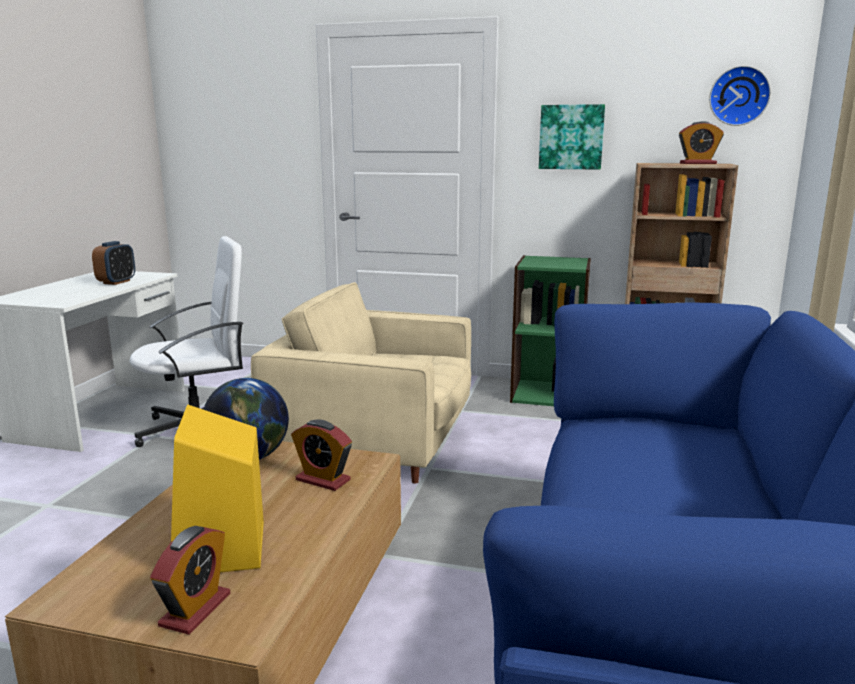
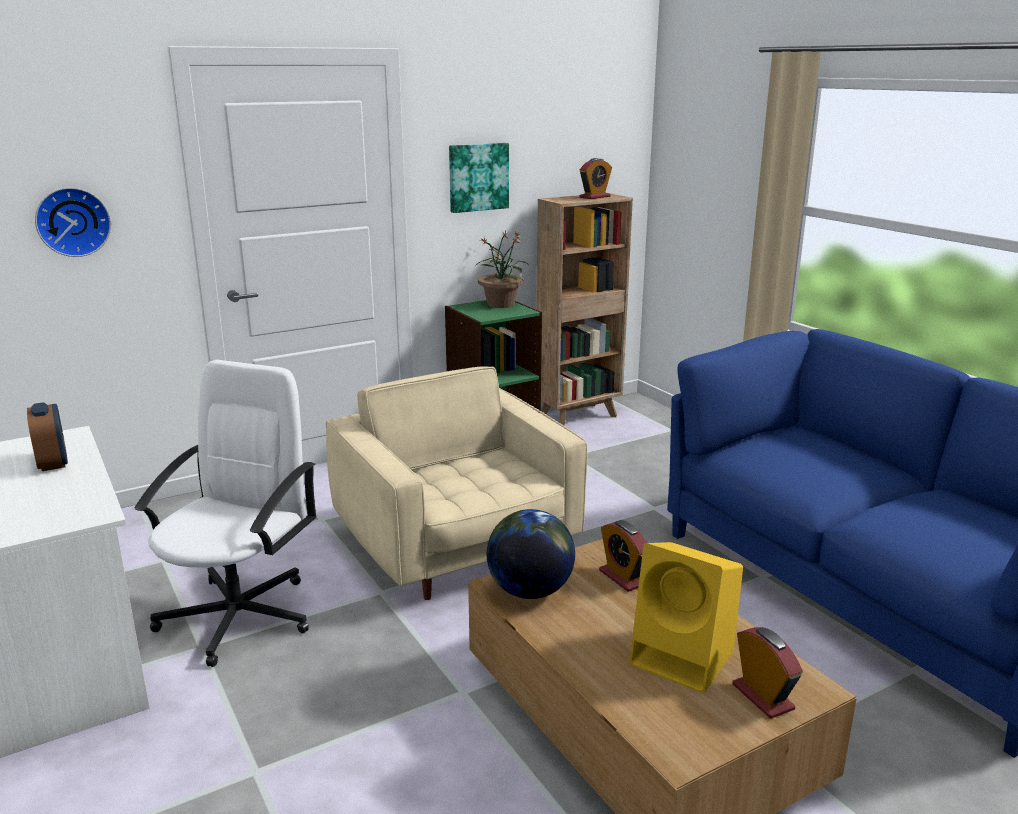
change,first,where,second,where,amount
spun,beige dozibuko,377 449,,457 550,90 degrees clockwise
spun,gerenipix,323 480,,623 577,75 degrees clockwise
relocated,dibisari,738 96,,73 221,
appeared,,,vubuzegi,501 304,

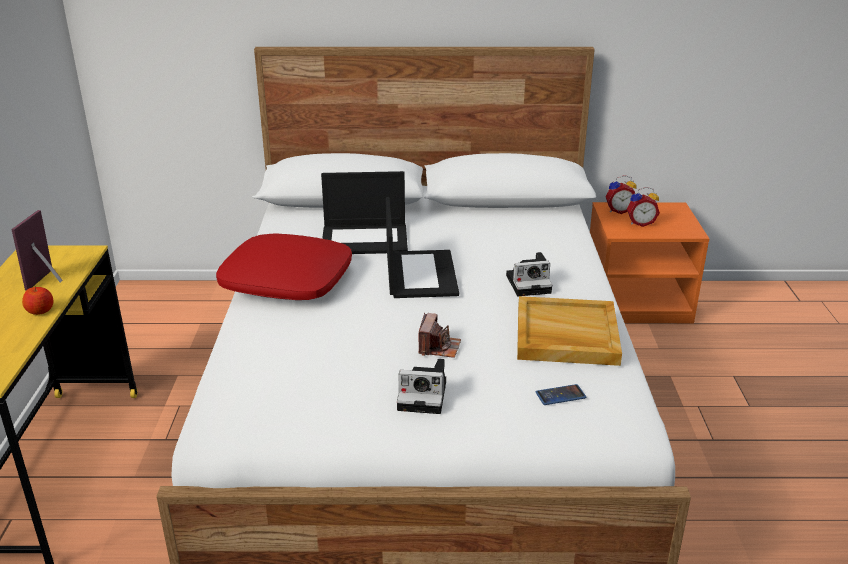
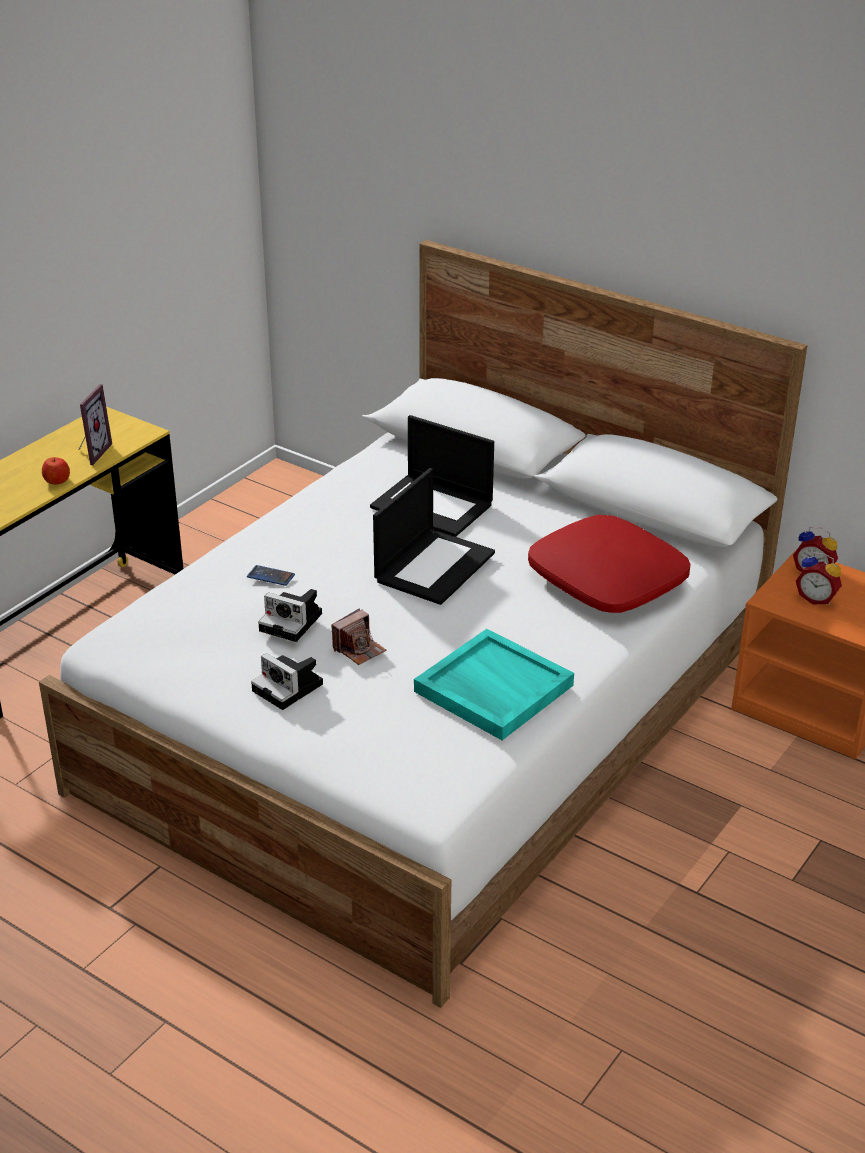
change,first,where,second,where,amount
spun,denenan,49 281,,90 452,150 degrees clockwise
relocated,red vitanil,287 281,,608 579,
relocated,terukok,530 283,,293 622,
colour,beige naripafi,565 335,turquoise naripafi,492 688,
relocated,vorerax,560 395,,271 576,

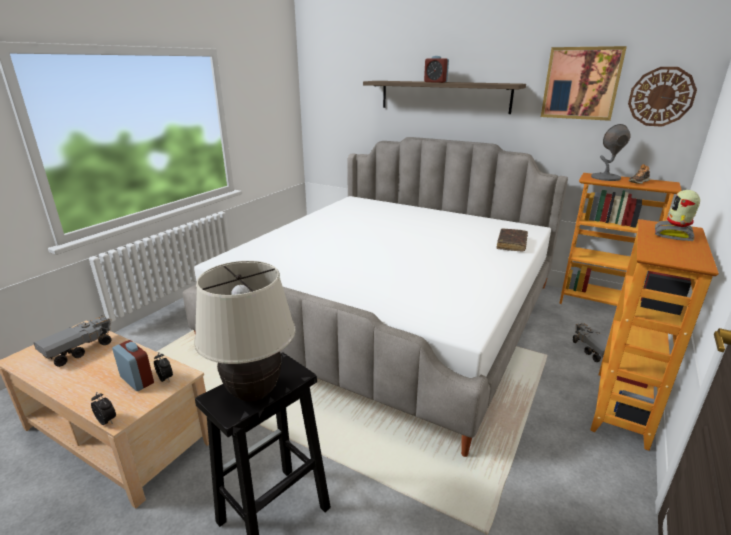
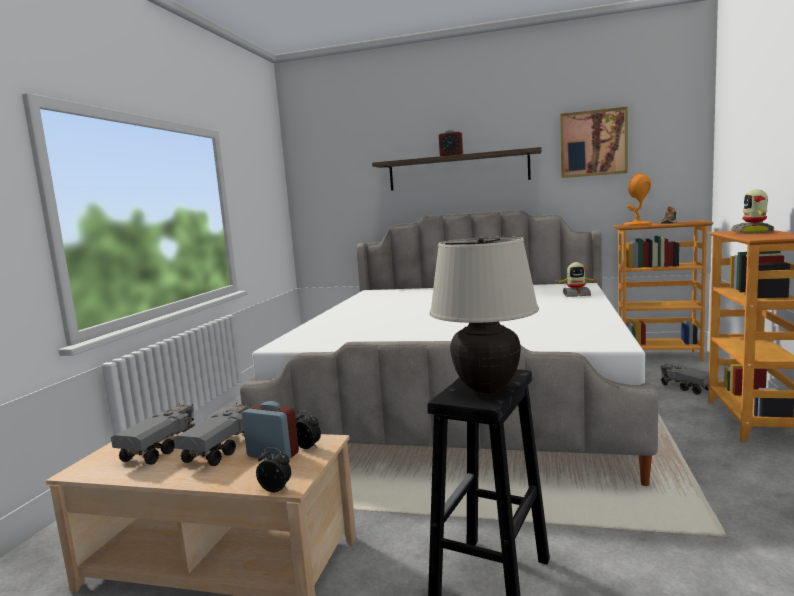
change,first,where,second,where,amount
exchanged,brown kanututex,511 244,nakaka,576 295,
colour,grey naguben,605 177,orange naguben,637 224,
missing,dibisari,661 97,,,
appeared,,,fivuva,221 450,

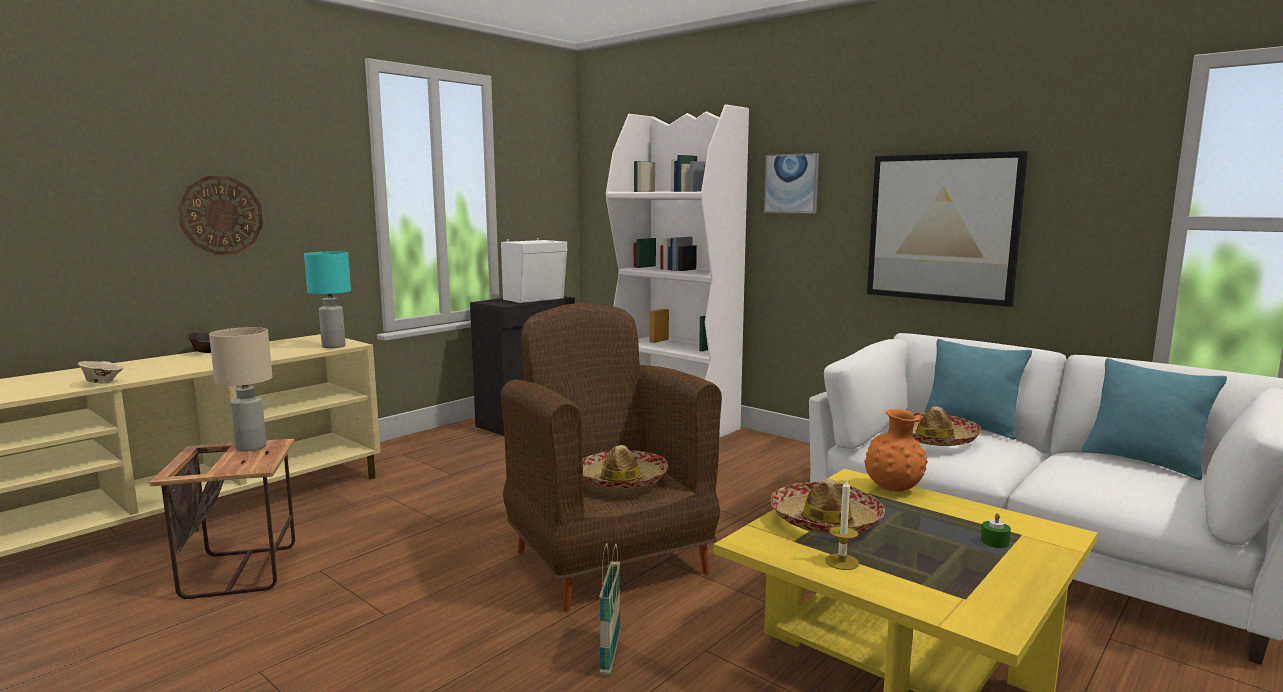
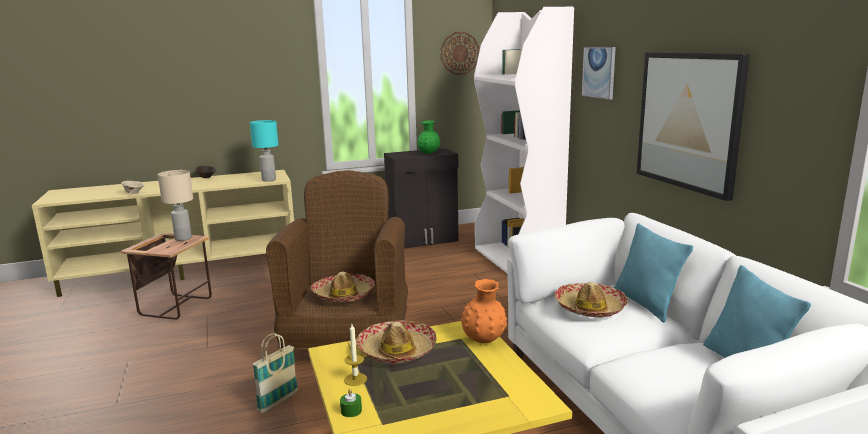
change,first,where,second,where,amount
relocated,dibisari,221 215,,459 53,
exchanged,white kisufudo,536 299,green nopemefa,428 153,
relocated,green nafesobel,994 542,,351 411,

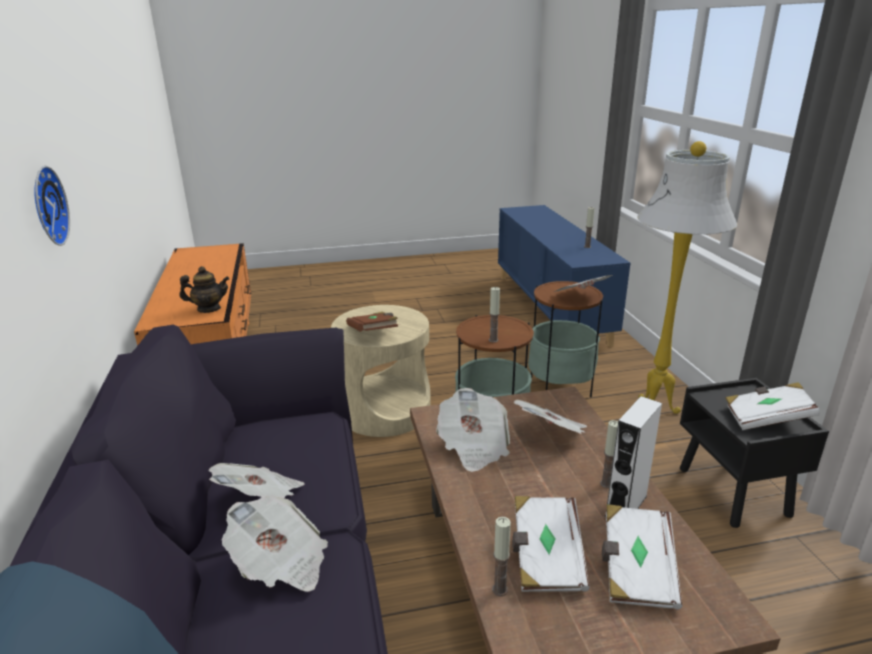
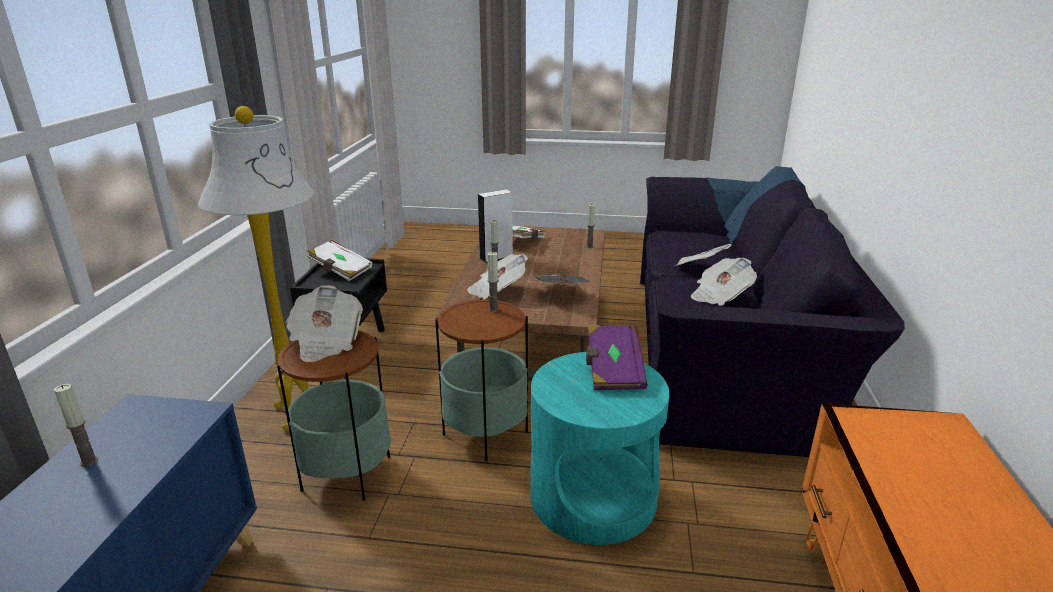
change,first,where,second,where,amount
missing,dibisari,46 206,,,
missing,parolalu,209 309,,,
colour,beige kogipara,385 410,turquoise kogipara,593 497,
colour,brown kanututex,373 333,purple kanututex,613 371,
missing,white kanututex,545 558,,,

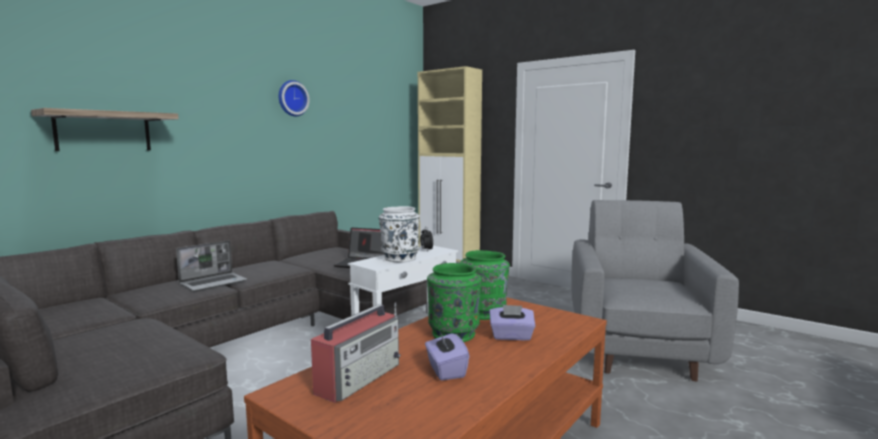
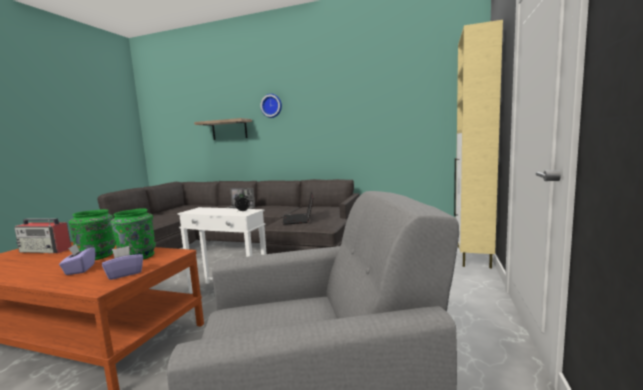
change,first,where,second,where,amount
relocated,dibisari,292 98,,272 106,
missing,white nopemefa,399 258,,,
relocated,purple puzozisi,445 370,,124 274,

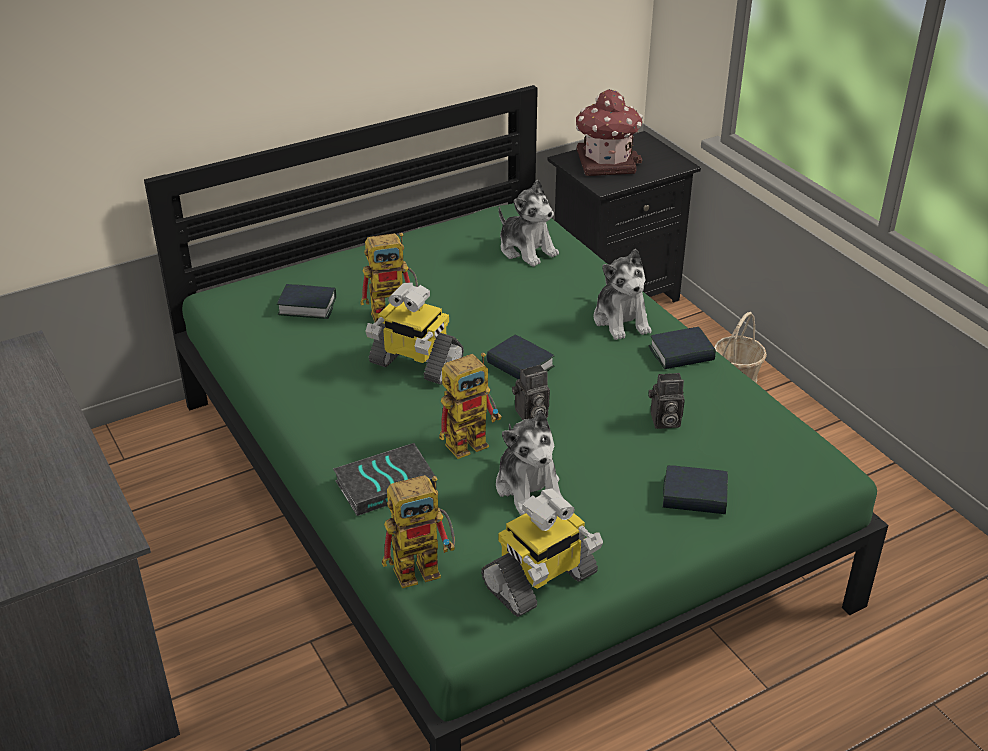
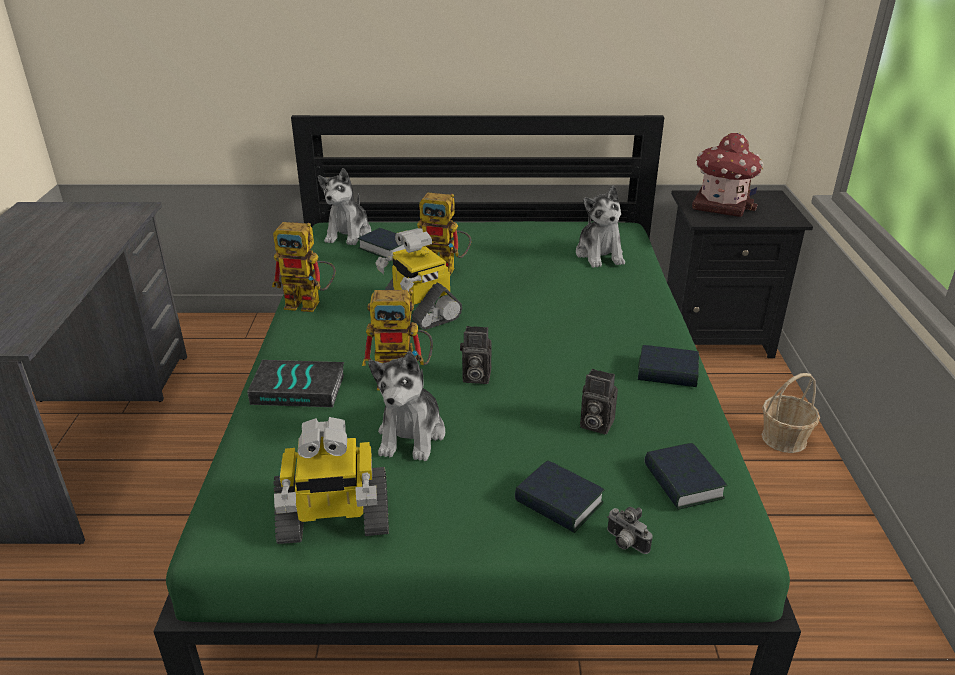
change,first,where,second,where,amount
relocated,nakaka,425 567,,310 304,
relocated,kanututex,520 365,,682 482,
relocated,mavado,621 320,,348 234,
appeared,,,terukok,625 543,

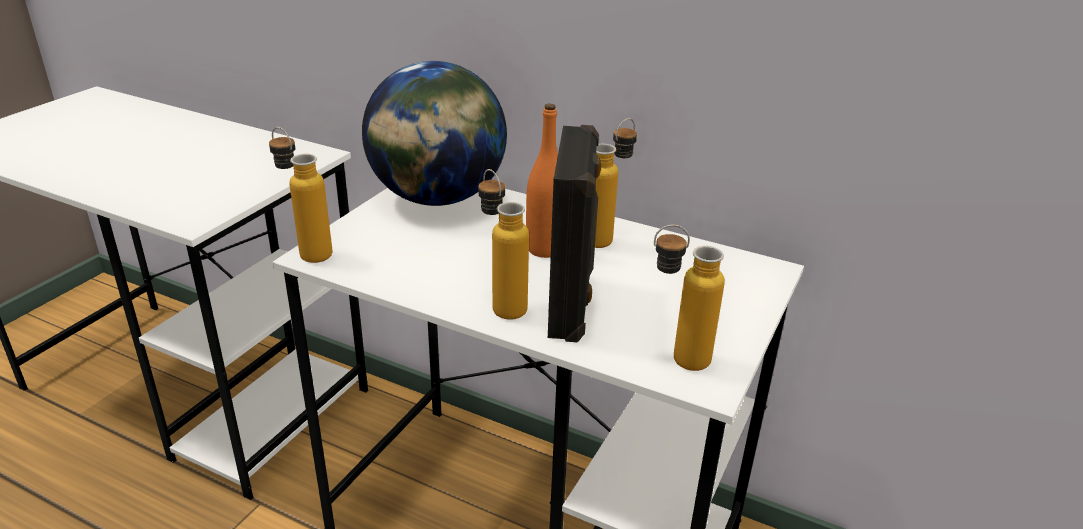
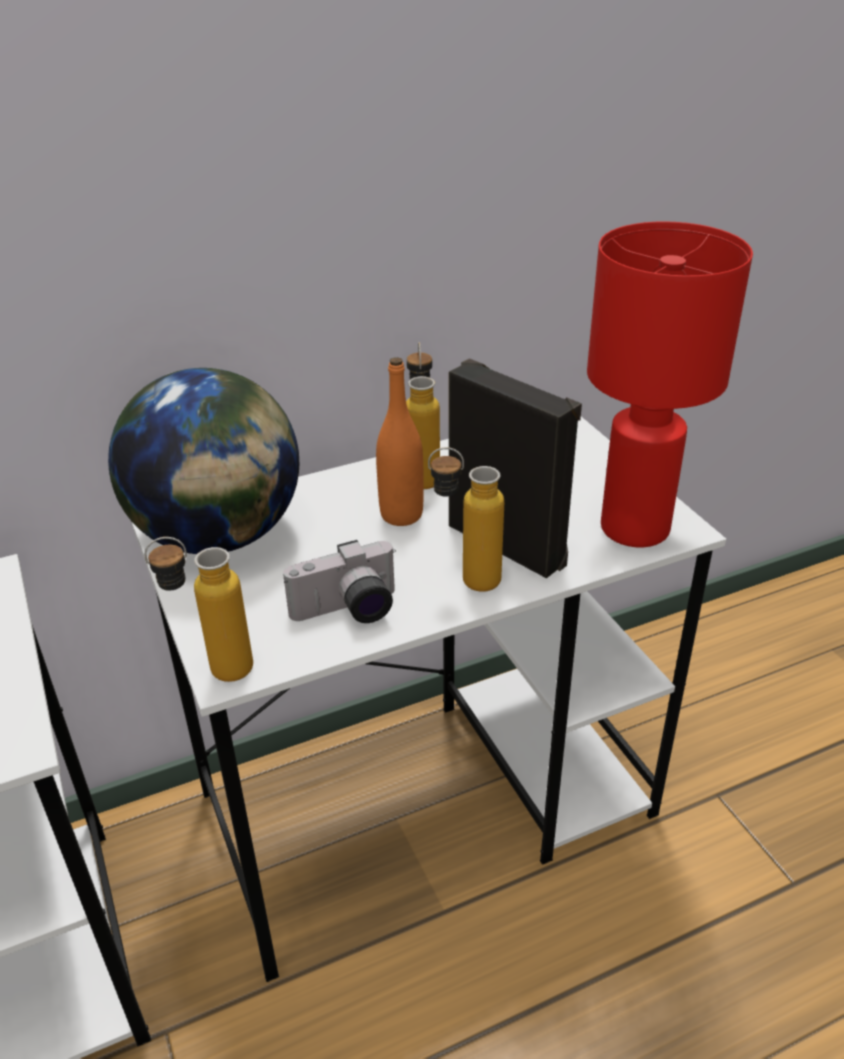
change,first,where,second,where,amount
exchanged,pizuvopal,675 360,red naguben,637 528,
appeared,,,terukok,348 611,

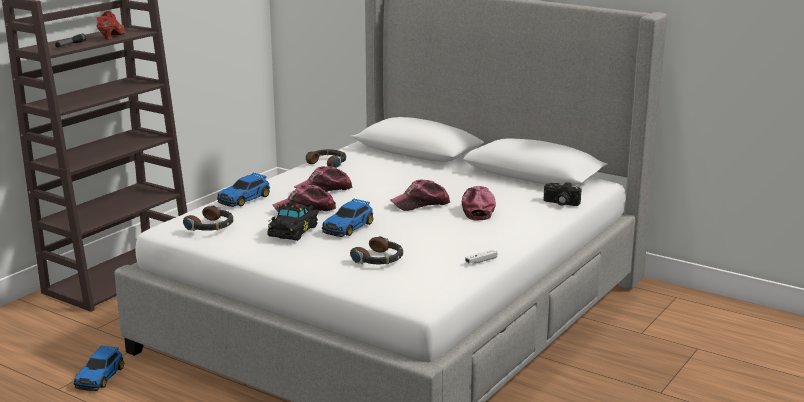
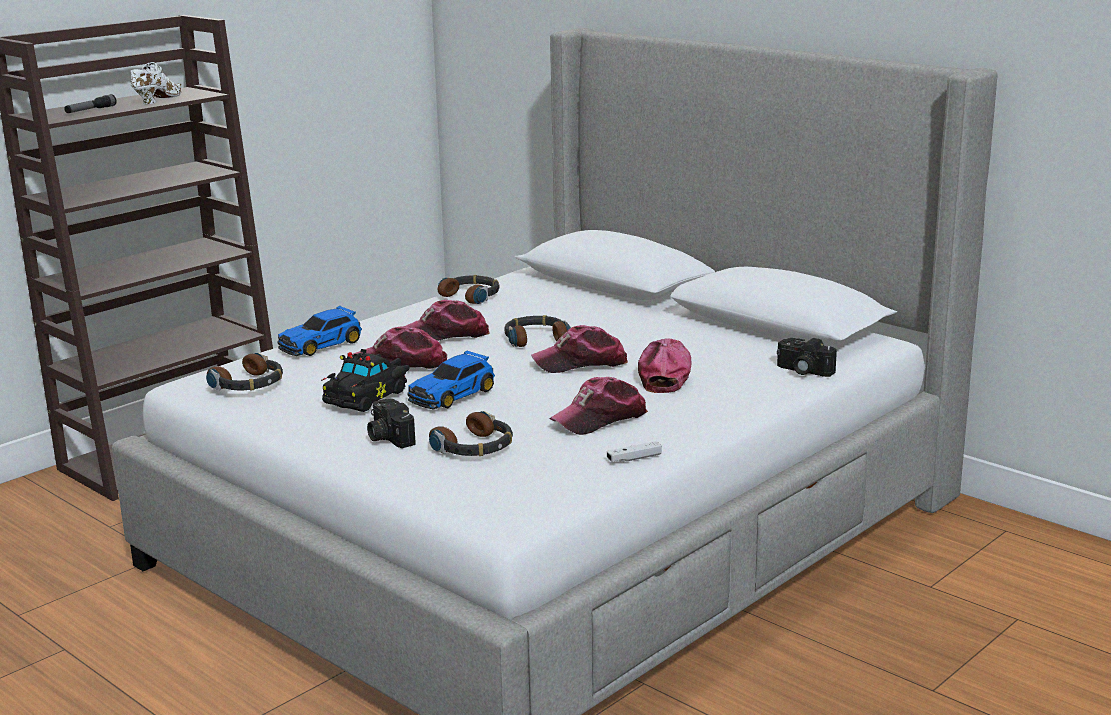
change,first,where,second,where,amount
missing,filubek,100 376,,,
colour,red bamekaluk,111 37,white bamekaluk,157 100,
appeared,,,terukok,387 437,
appeared,,,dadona,536 338,
appeared,,,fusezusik,600 419,

